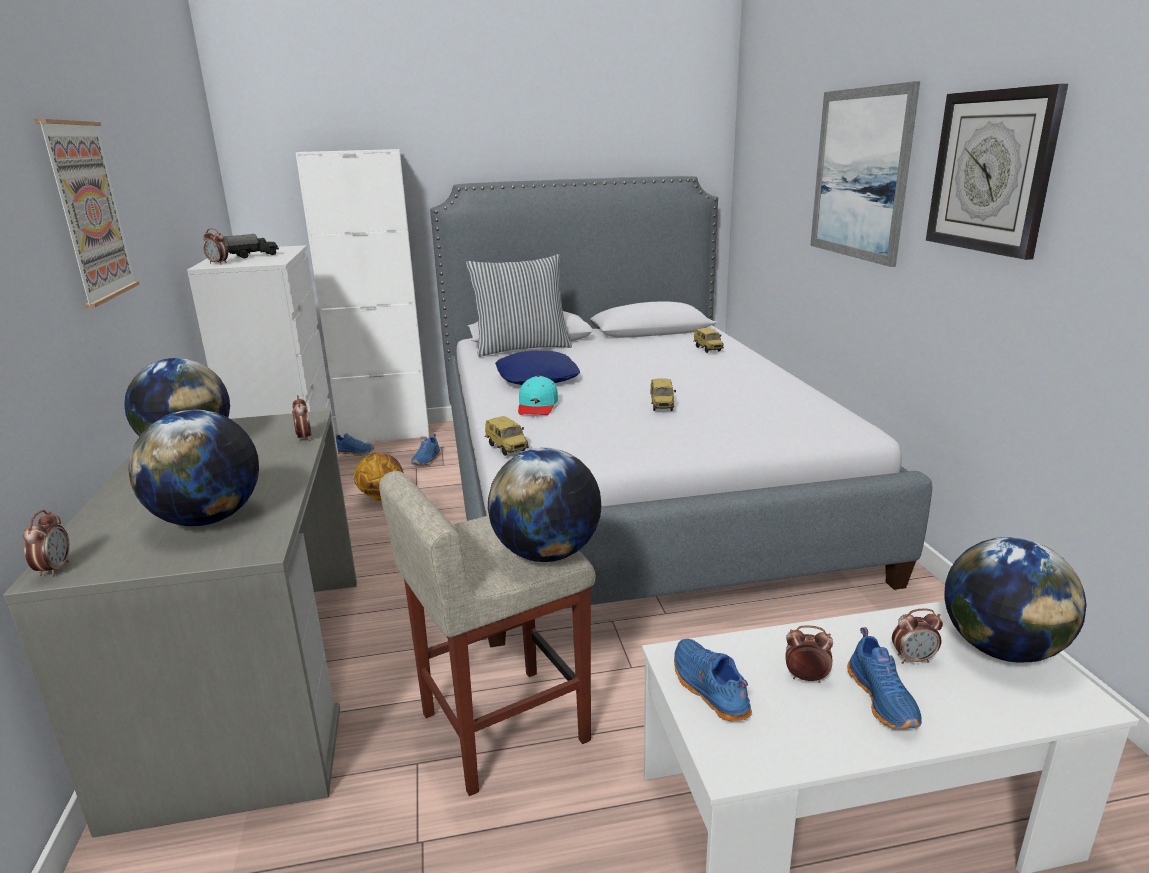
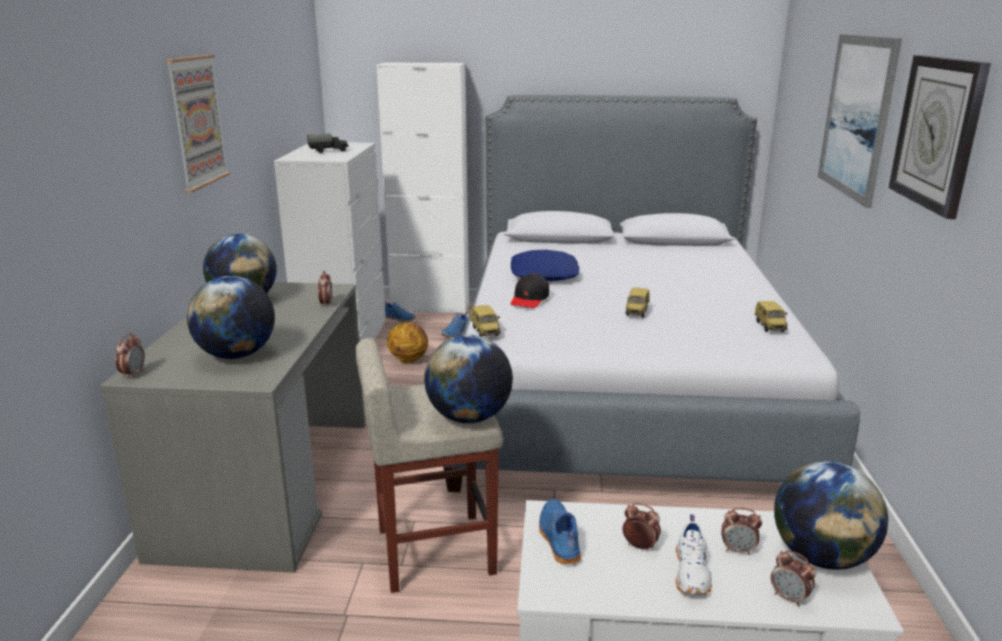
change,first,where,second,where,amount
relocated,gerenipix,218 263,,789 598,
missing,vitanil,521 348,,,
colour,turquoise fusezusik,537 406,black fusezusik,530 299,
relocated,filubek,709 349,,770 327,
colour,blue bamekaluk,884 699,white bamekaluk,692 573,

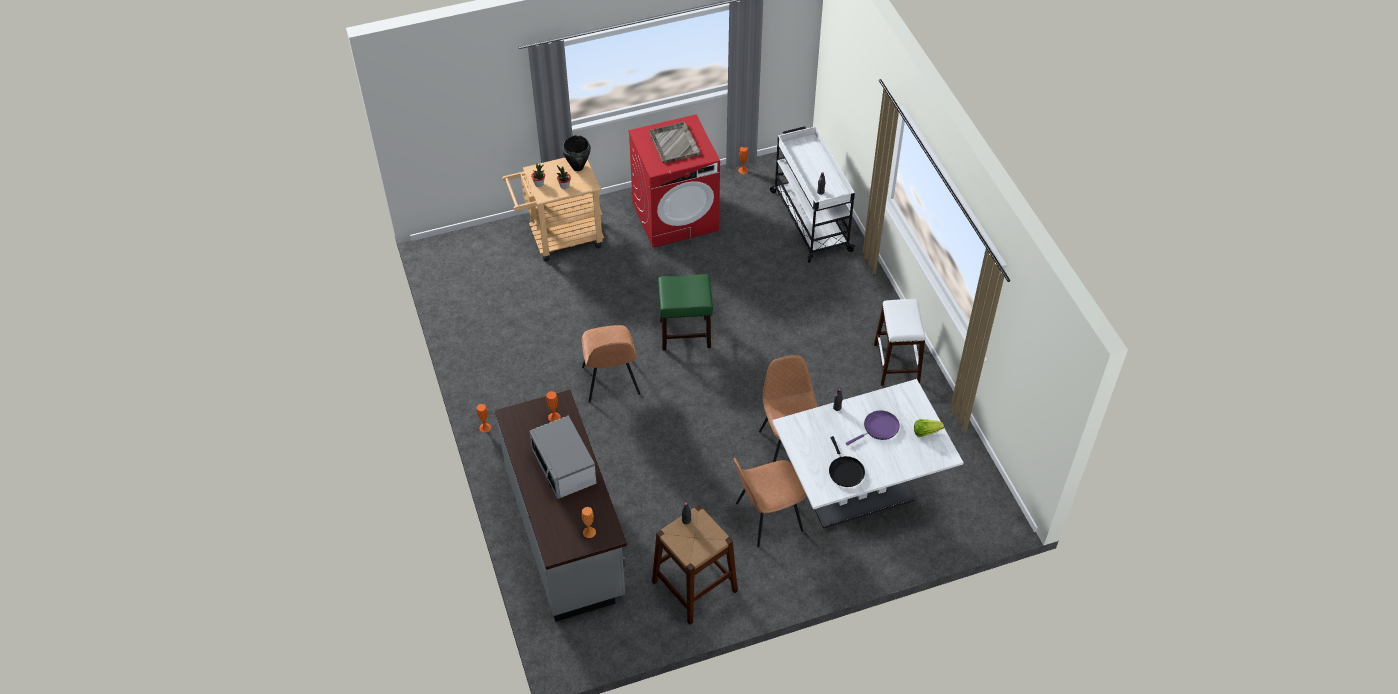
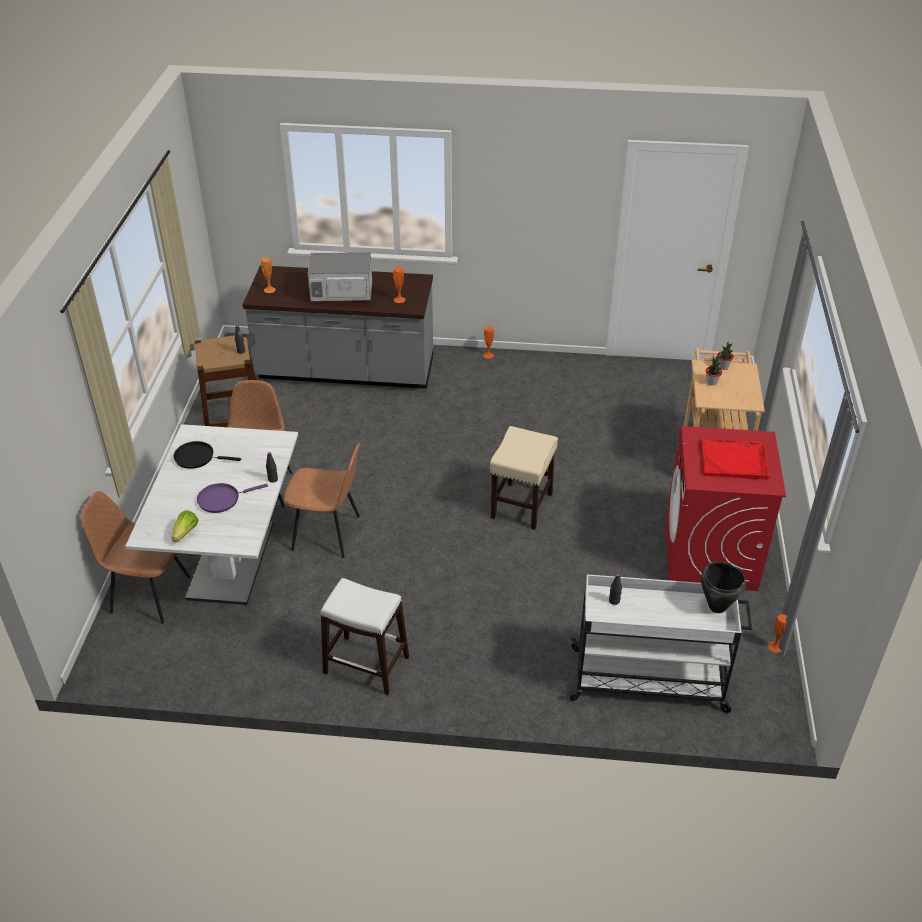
change,first,where,second,where,amount
relocated,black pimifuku,577 167,,717 606,
relocated,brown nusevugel,611 382,,148 594,
colour,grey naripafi,674 143,red naripafi,734 460,
colour,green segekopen,686 333,beige segekopen,521 506,
spun,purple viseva,878 428,,222 499,75 degrees clockwise

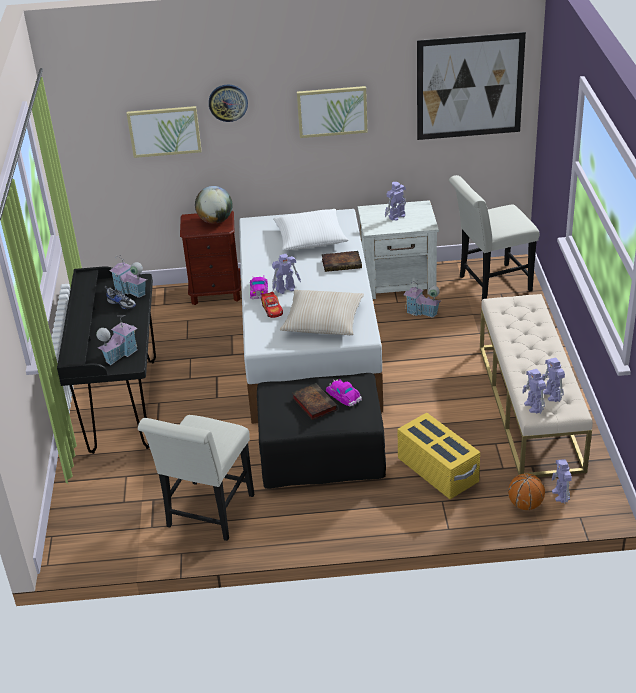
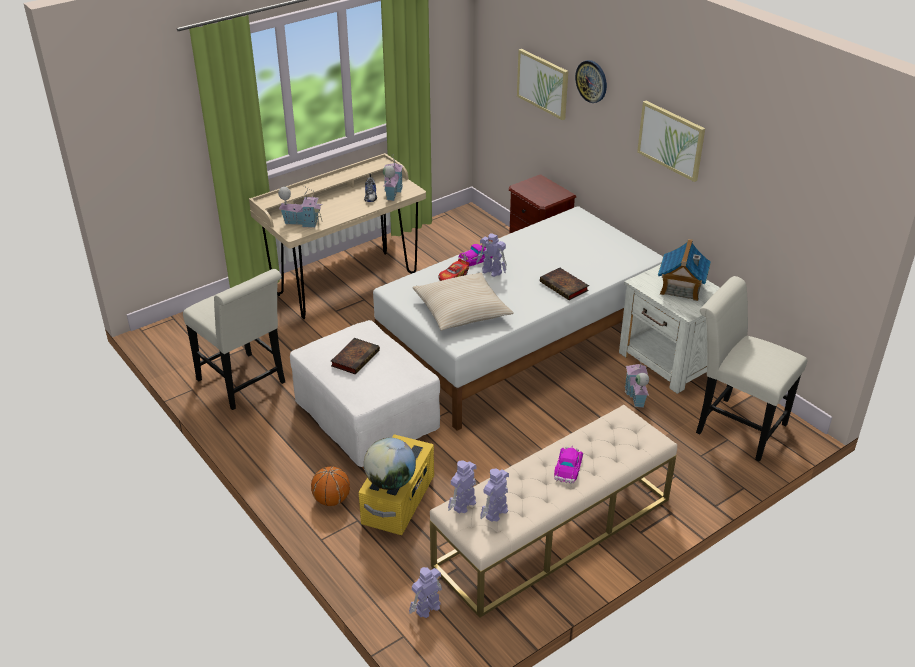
change,first,where,second,where,amount
colour,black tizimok,123 405,beige tizimok,345 284,
spun,white nusevugel,207 515,,245 384,120 degrees counterclockwise
relocated,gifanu,215 221,,390 482,
colour,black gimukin,322 454,white gimukin,367 416,
missing,white vitanil,310 238,,,
relocated,filubek,344 395,,568 467,
exchanged,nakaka,396 216,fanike,681 287,
missing,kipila,469 86,,,
relocated,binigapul,525 504,,332 500,

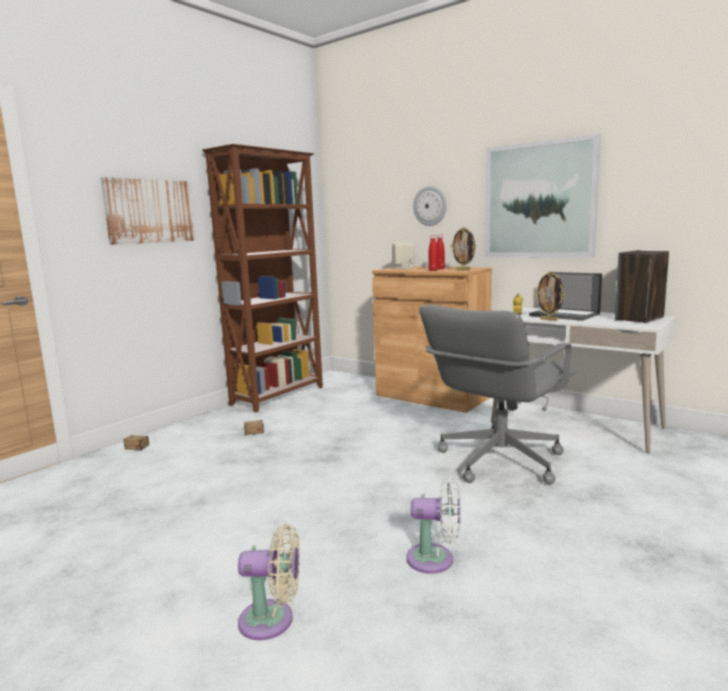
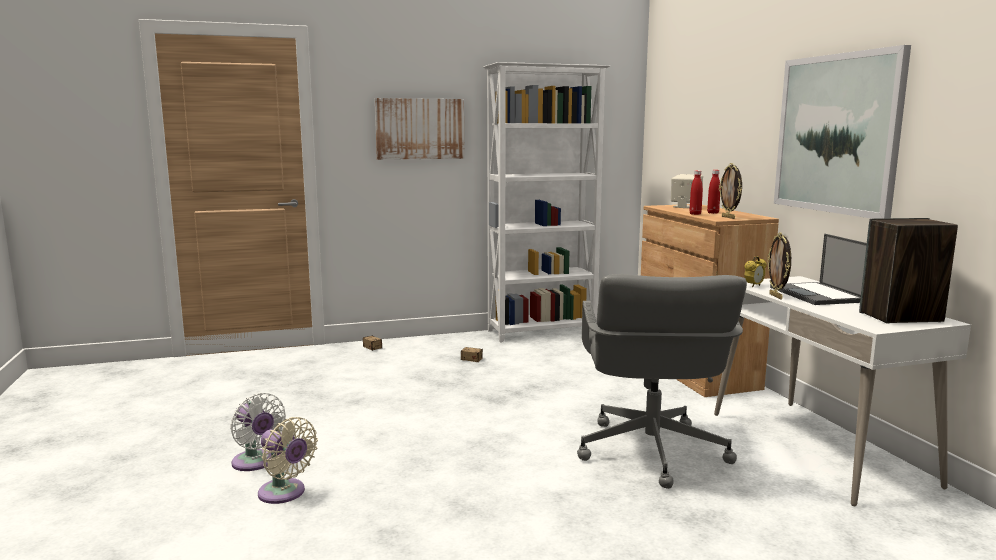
change,first,where,second,where,amount
colour,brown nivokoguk,279 396,white nivokoguk,543 332,
relocated,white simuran,435 559,,255 463,
missing,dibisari,430 206,,,
spun,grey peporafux,498 461,,650 452,75 degrees counterclockwise

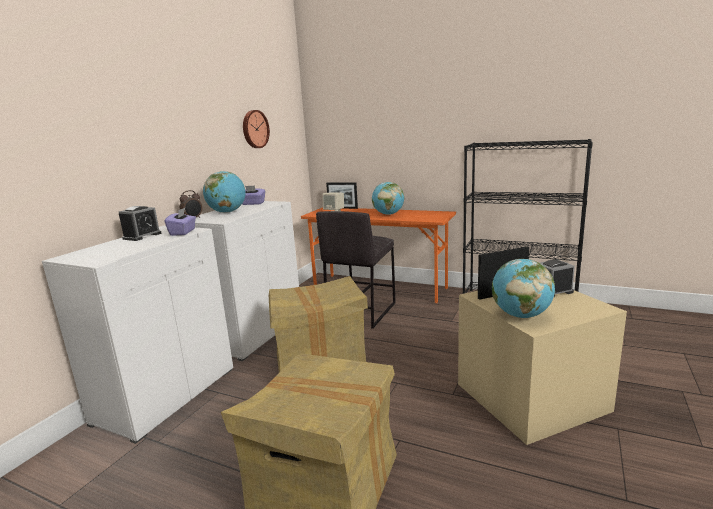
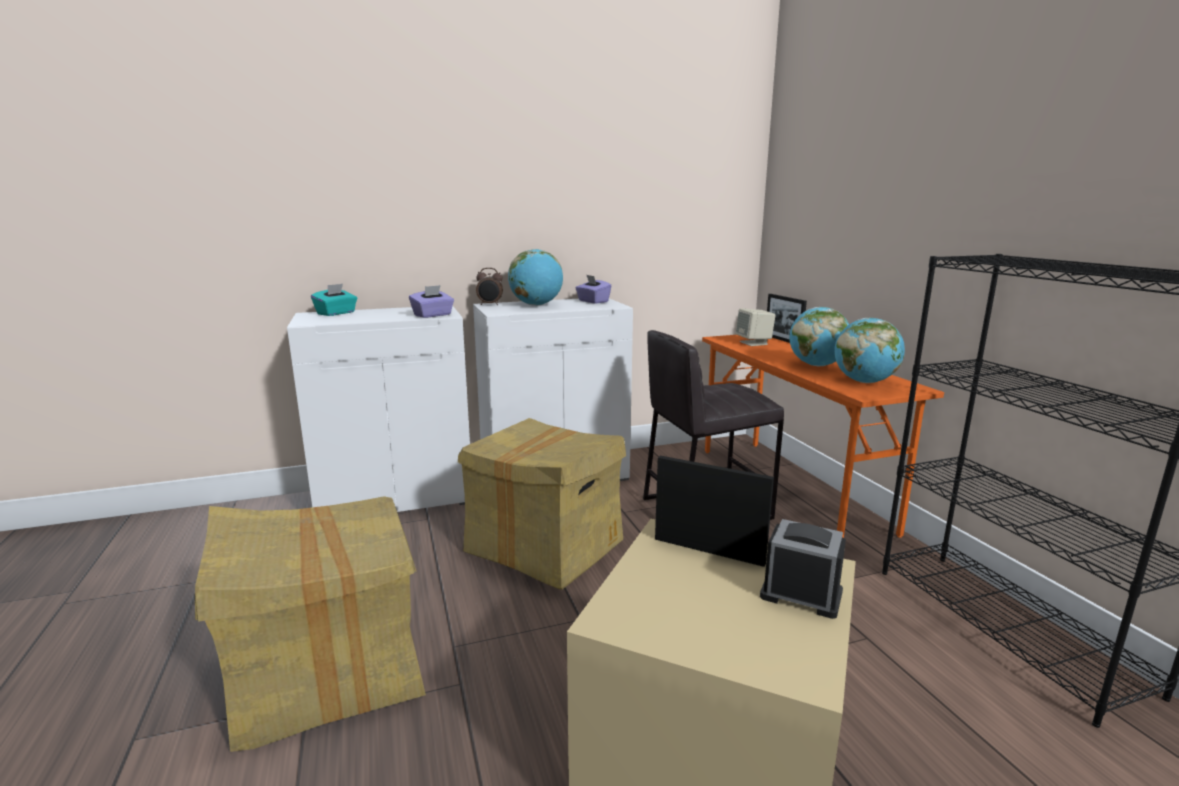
change,first,where,second,where,amount
missing,gerenipix,142 236,,,
missing,dibisari,254 129,,,
relocated,gifanu,521 315,,864 382,
appeared,,,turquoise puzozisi,336 313,

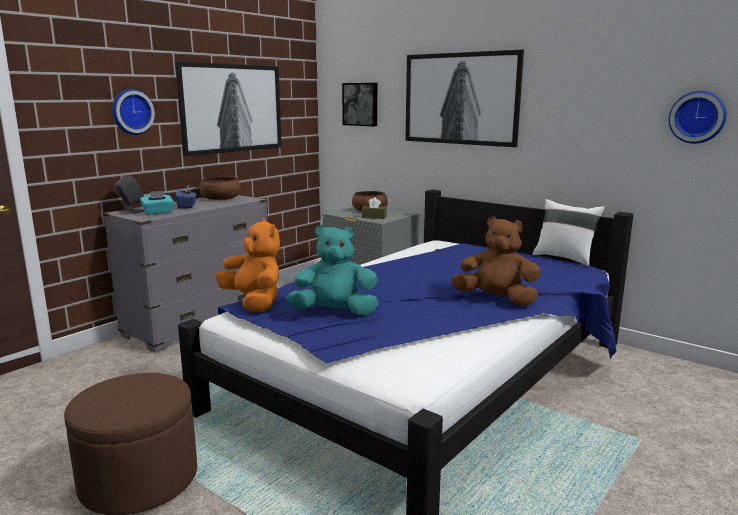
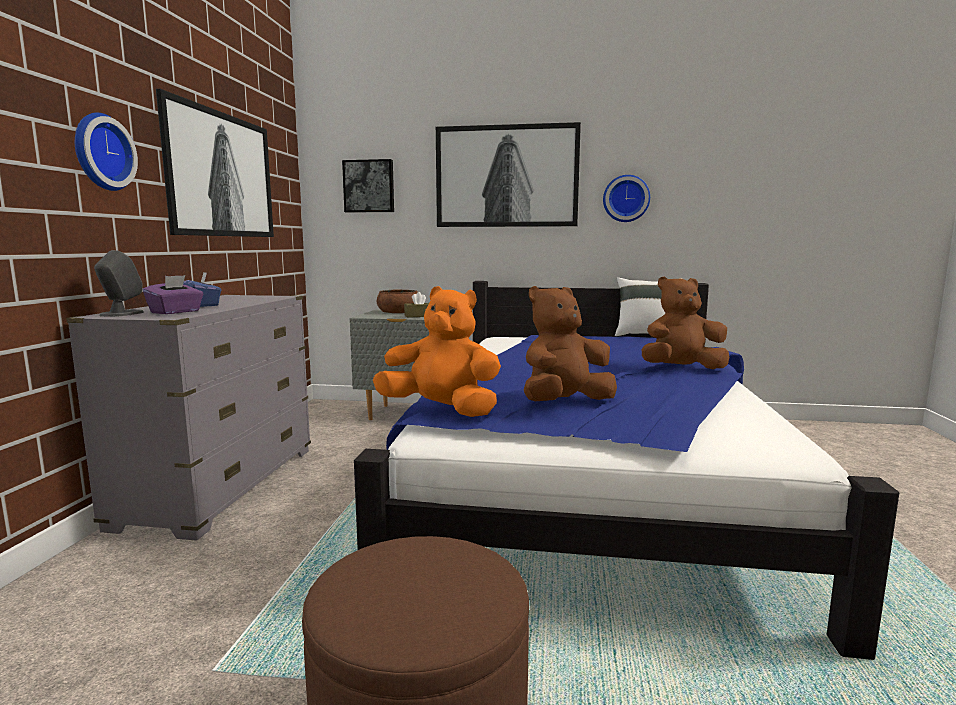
change,first,where,second,where,amount
colour,turquoise puzozisi,158 213,purple puzozisi,176 312,
missing,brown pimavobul,221 198,,,
colour,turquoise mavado,335 313,brown mavado,565 403,
relocated,dibisari,697 117,,626 198,

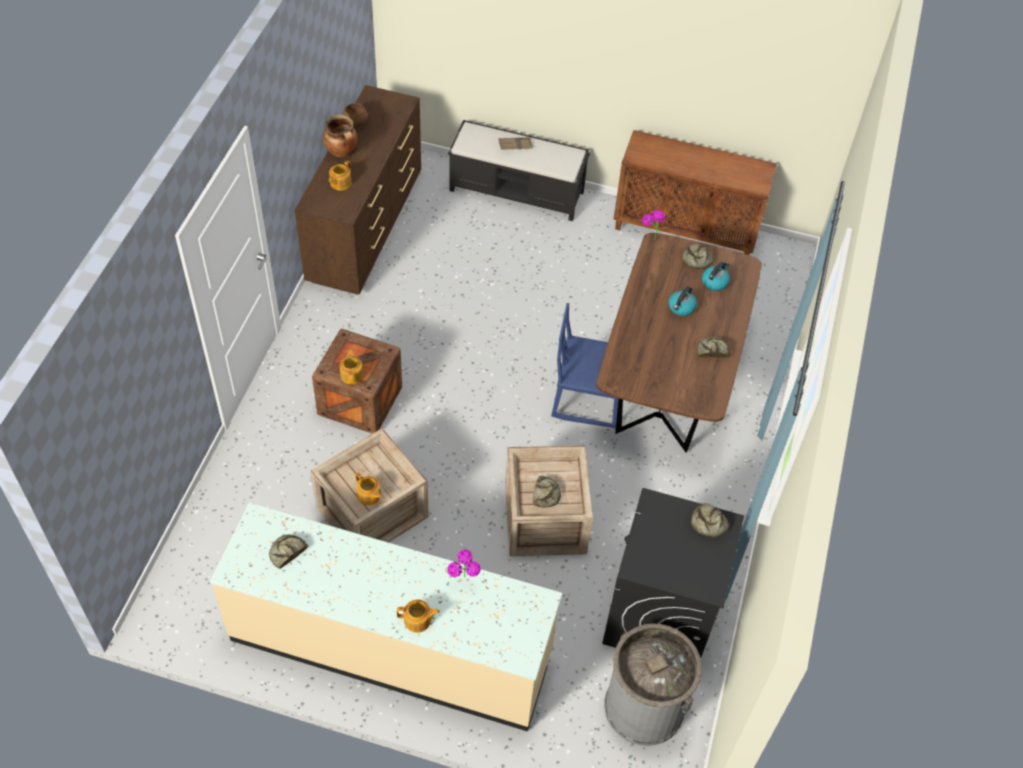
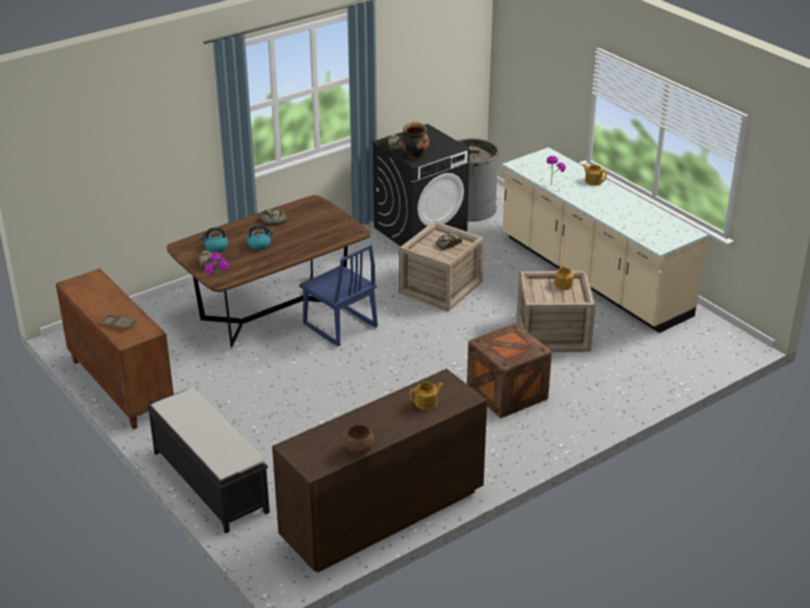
change,first,where,second,where,amount
missing,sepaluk,287 552,,,
relocated,pimifuku,342 152,,414 155,
missing,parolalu,352 374,,,
relocated,brown naripafi,515 145,,118 324,

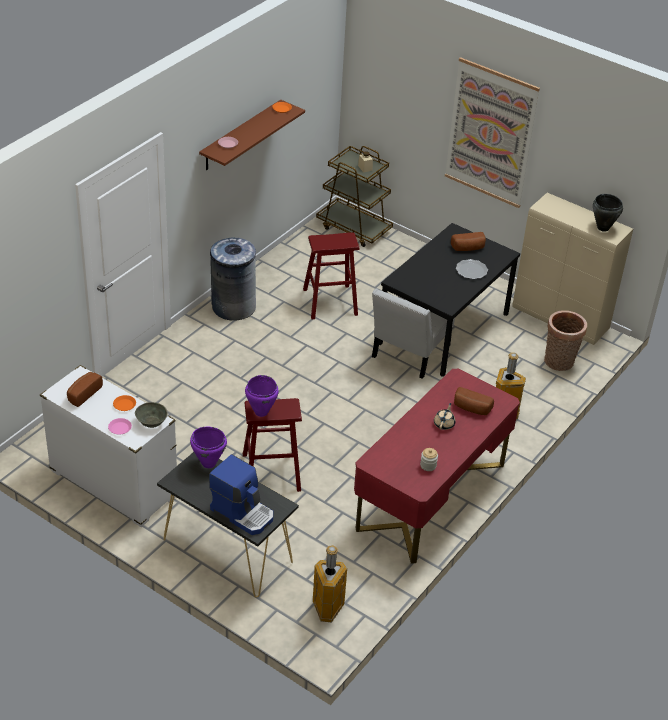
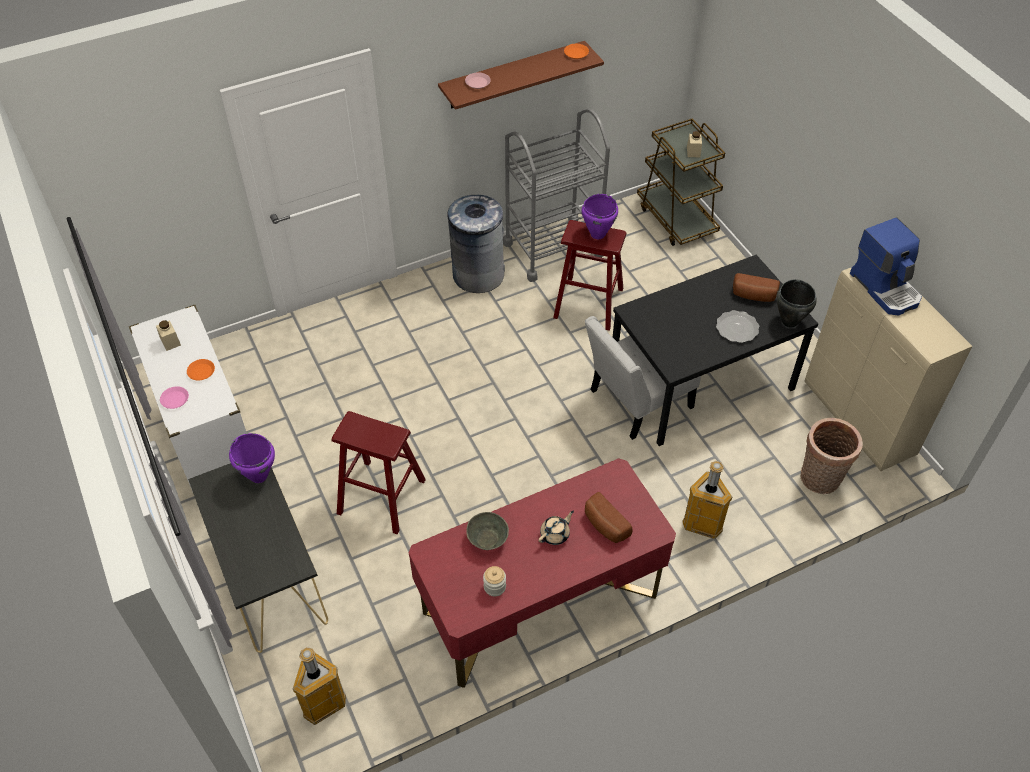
change,first,where,second,where,amount
exchanged,sepaluk,83 394,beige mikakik,170 342,
relocated,grey pimavobul,151 422,,487 539,
relocated,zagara,243 512,,885 288,
relocated,purple pimifuku,261 412,,597 234,
missing,kipila,490 133,,,
relocated,black pimifuku,603 228,,789 322,
appeared,,,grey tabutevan,553 249,

